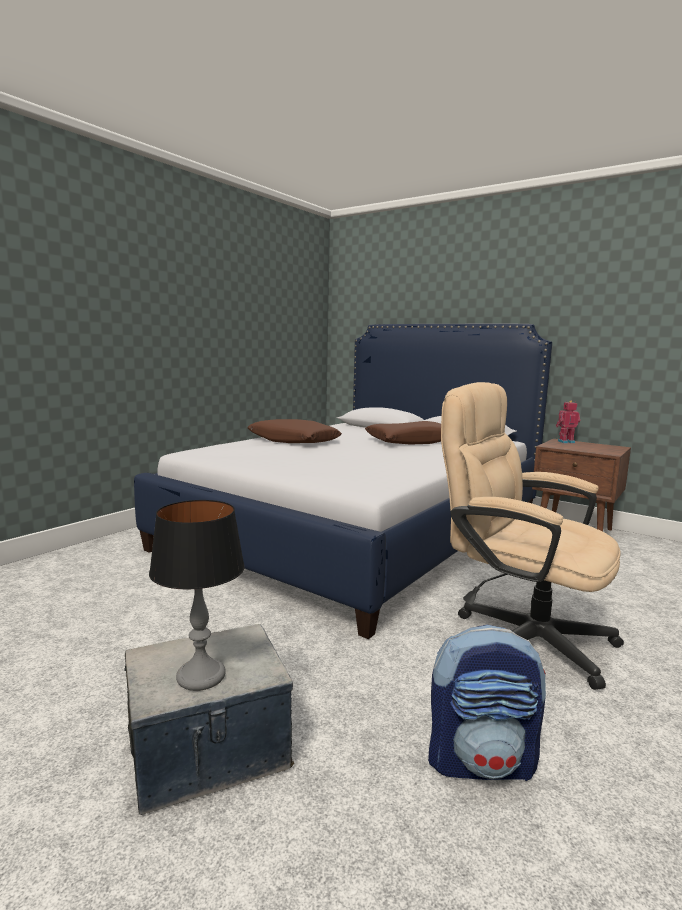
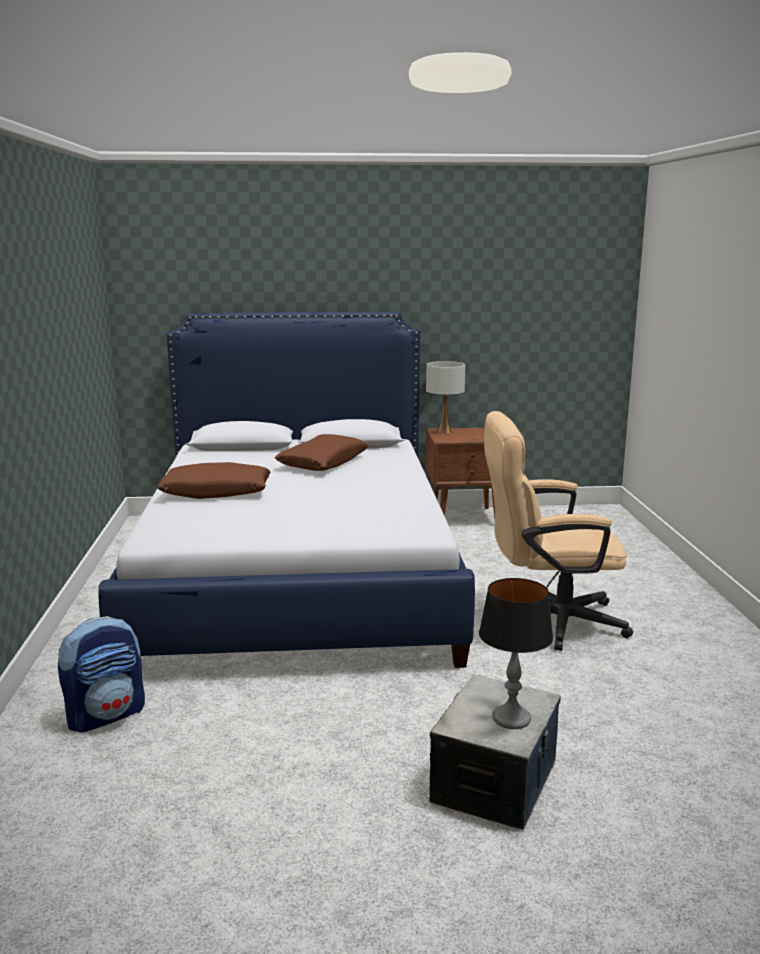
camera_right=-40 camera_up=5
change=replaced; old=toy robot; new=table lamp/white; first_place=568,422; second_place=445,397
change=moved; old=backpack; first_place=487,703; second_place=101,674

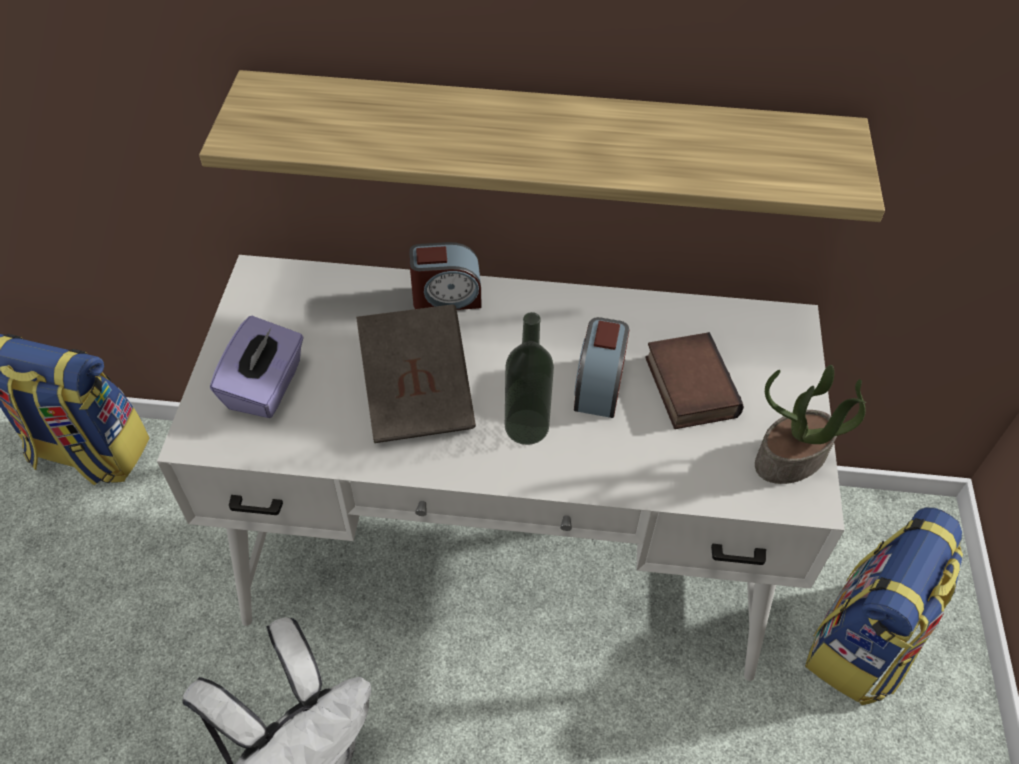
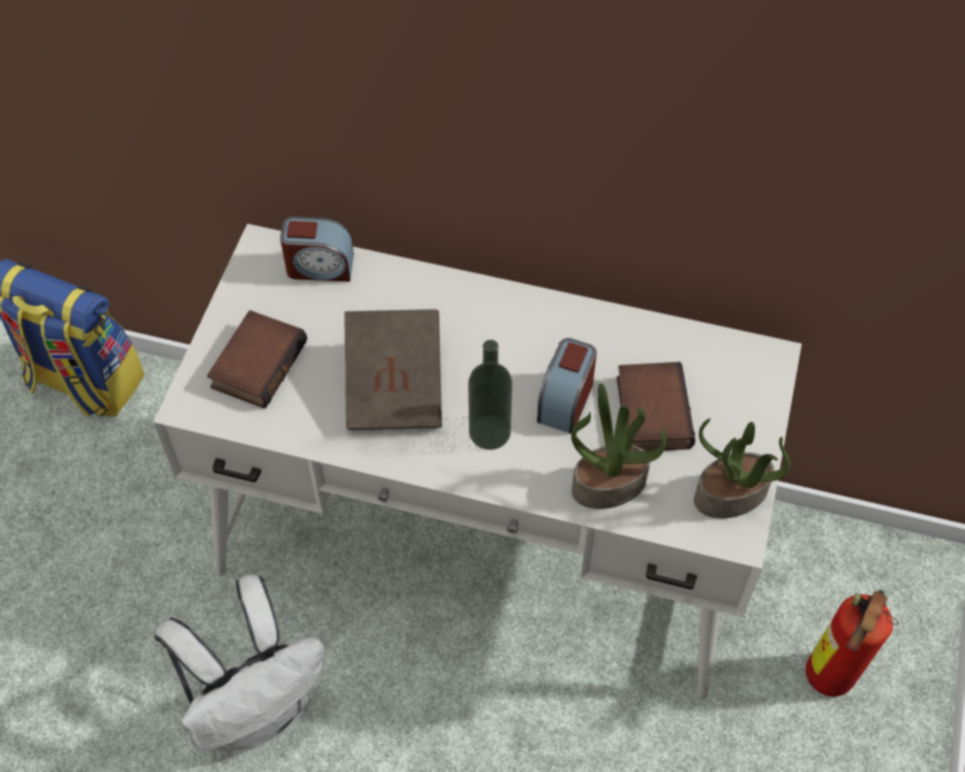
camera_right=10 camera_up=5
change=removed; old=shelf; first_place=542,146
change=moved; old=alarm clock; first_place=445,276; second_place=317,249
change=replaced; old=tissue box/purple; new=book; first_place=257,367; second_place=257,359
change=replaced; old=backpack; new=fire extinguisher; first_place=884,606; second_place=852,643
change=added; new=potted plant; second_place=618,446

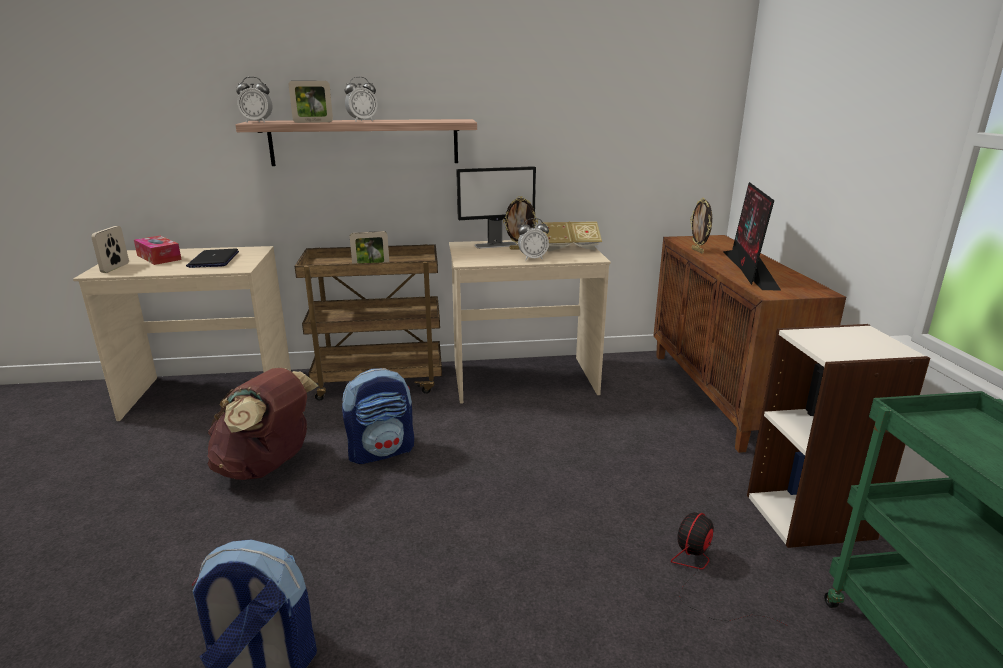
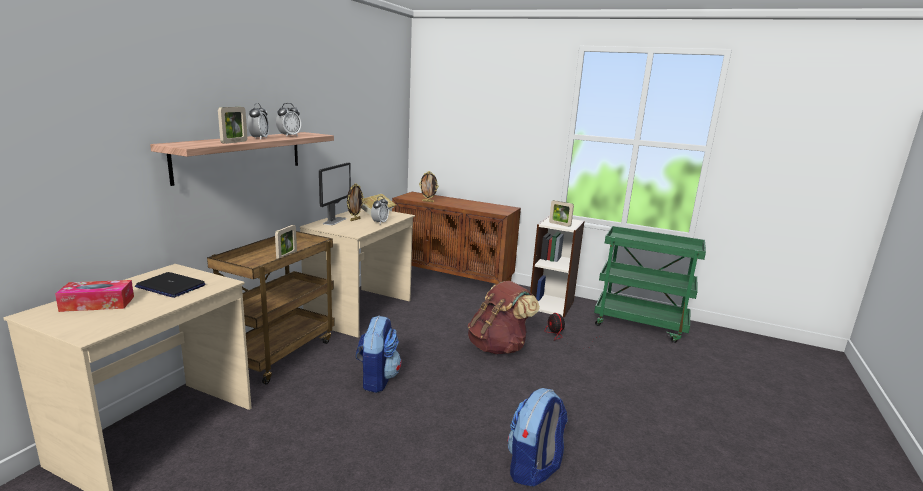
camera_right=-60 camera_up=-5
change=moved; old=alarm clock; first_place=254,100; second_place=288,120
change=removed; old=monitor; first_place=752,236
change=moved; old=picture frame; first_place=110,249; second_place=561,213
change=moved; old=backpack/brown; first_place=262,424; second_place=504,317

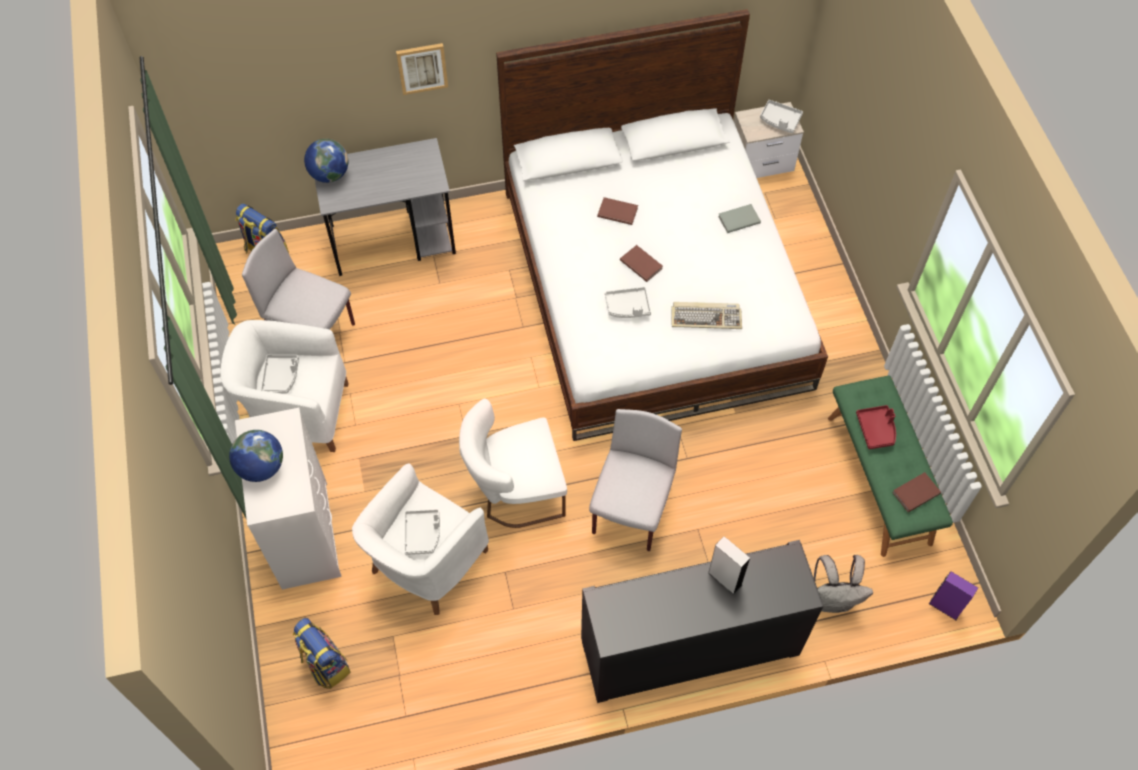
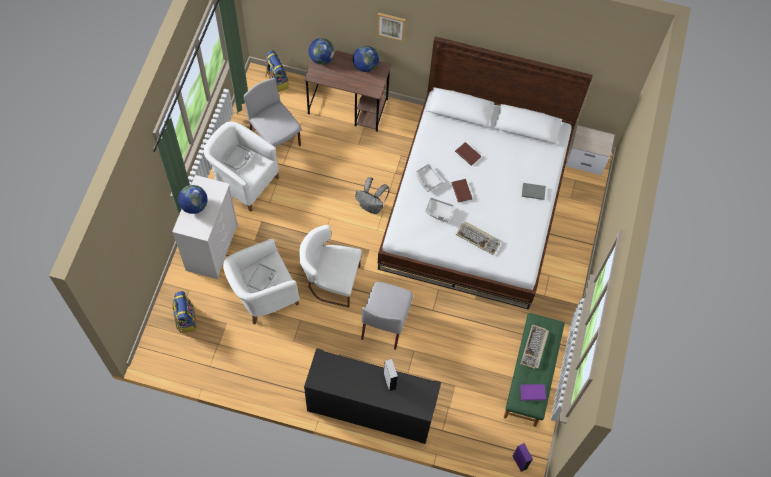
camera_right=25 camera_up=5
change=moved; old=tray/grey; first_place=781,116; second_place=429,178
change=recoloured; old=desk/grey; new=desk/brown; first_place=385,207; second_place=347,91
change=replaced; old=tray/red; new=keyboard; first_place=876,427; second_place=535,347
change=turned; old=chair/grey; first_place=635,480; second_place=387,316; degrees=150
change=recoloured; old=book/brown; new=book/purple; first_place=916,492; second_place=533,392
change=moved; old=backpack/grey; first_place=843,584; second_place=372,195
change=added; new=globe; second_place=366,59

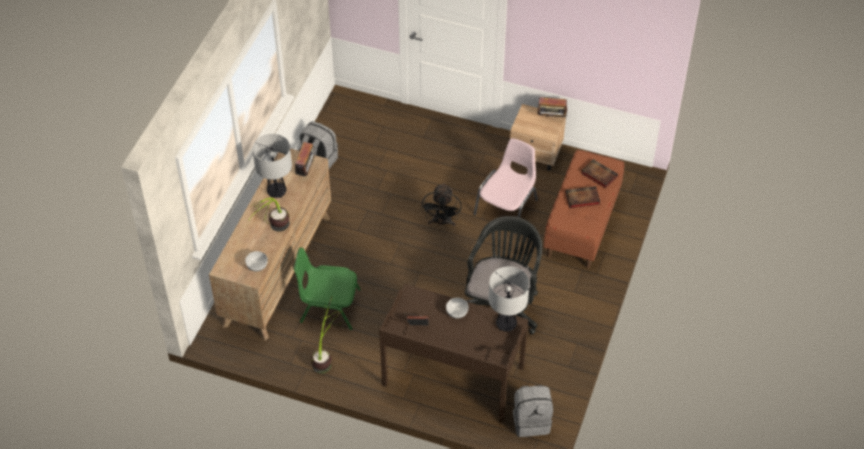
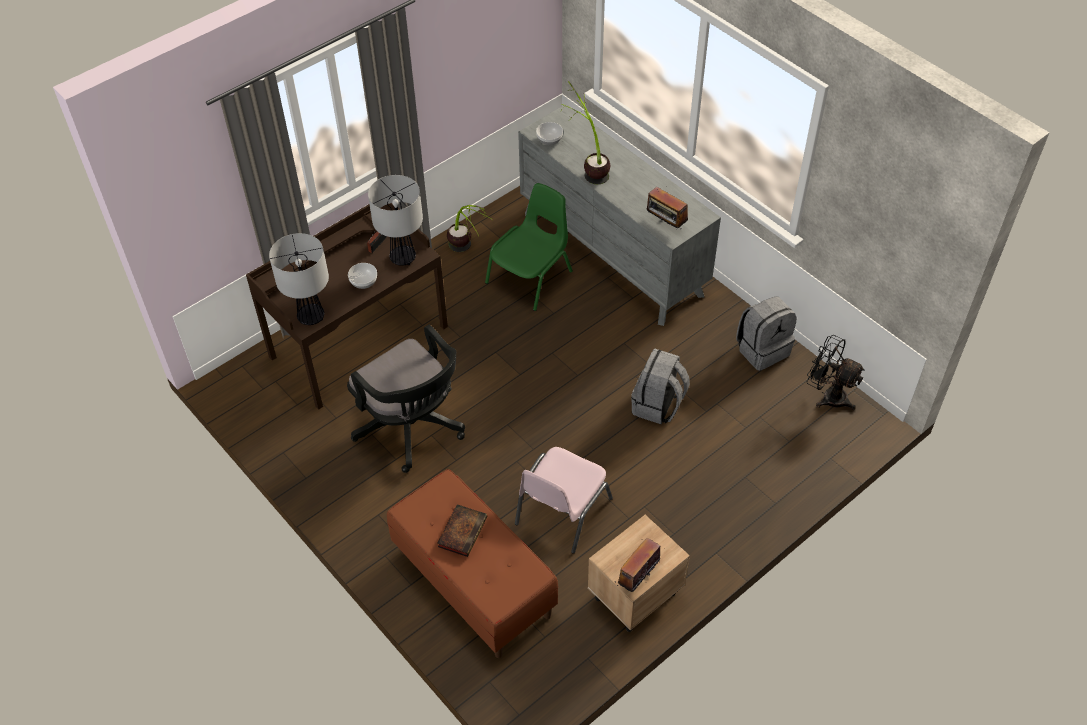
camera_right=120 camera_up=0
change=moved; old=table lamp; first_place=272,166; second_place=395,220
change=turned; old=chair/pink; first_place=505,186; second_place=564,500; degrees=60
change=recoloured; old=dresser/brown; new=dresser/grey; first_place=270,244; second_place=619,215
change=removed; old=book; first_place=599,173
change=moved; old=fan/black; first_place=441,205; second_place=836,372
change=moved; old=backpack/grey; first_place=533,411; second_place=660,386

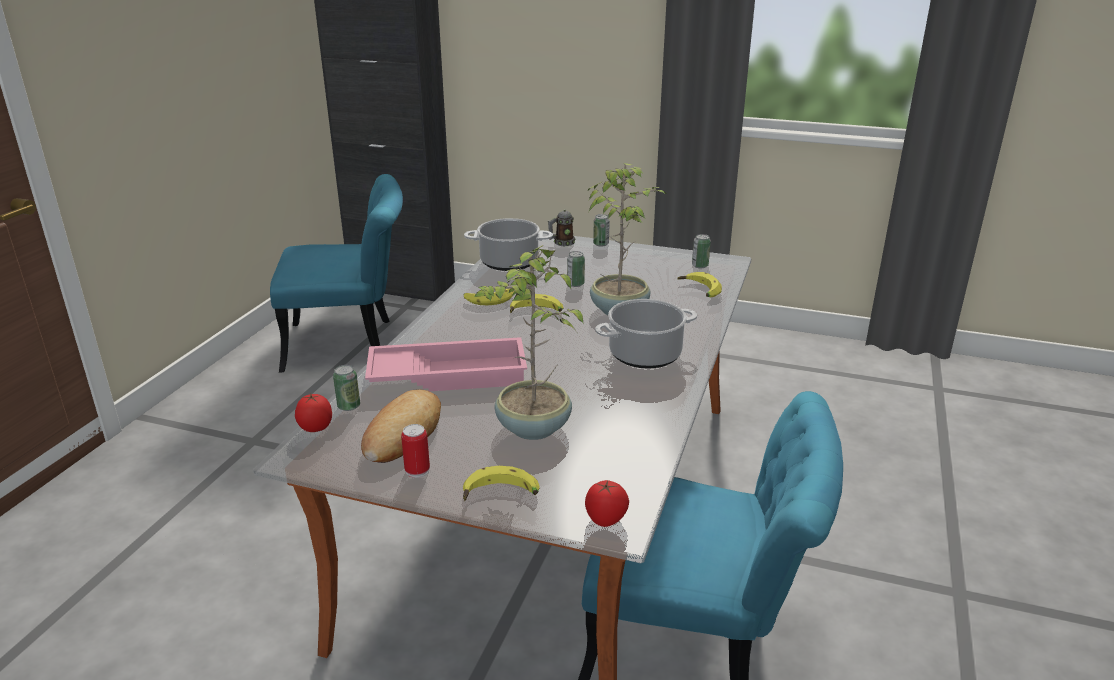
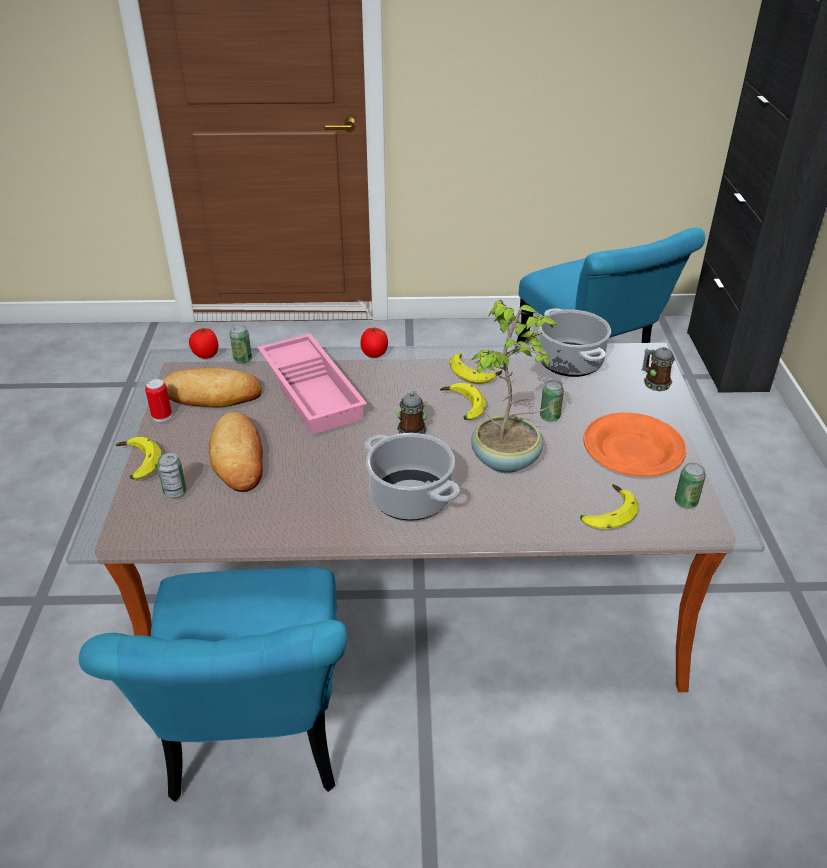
camera_right=70 camera_up=10
change=moved; old=can; first_place=601,230; second_place=171,475
change=replaced; old=potted plant; new=bread; first_place=529,342; second_place=236,452
change=moved; old=tomato; first_place=607,503; second_place=374,342
change=added; new=mug; second_place=412,412
change=added; new=plate/orange; second_place=634,445

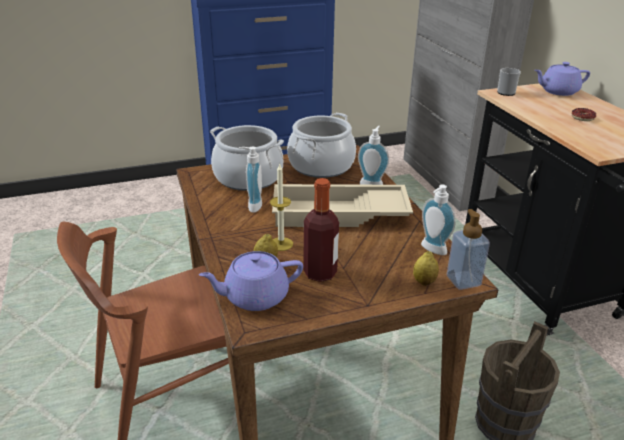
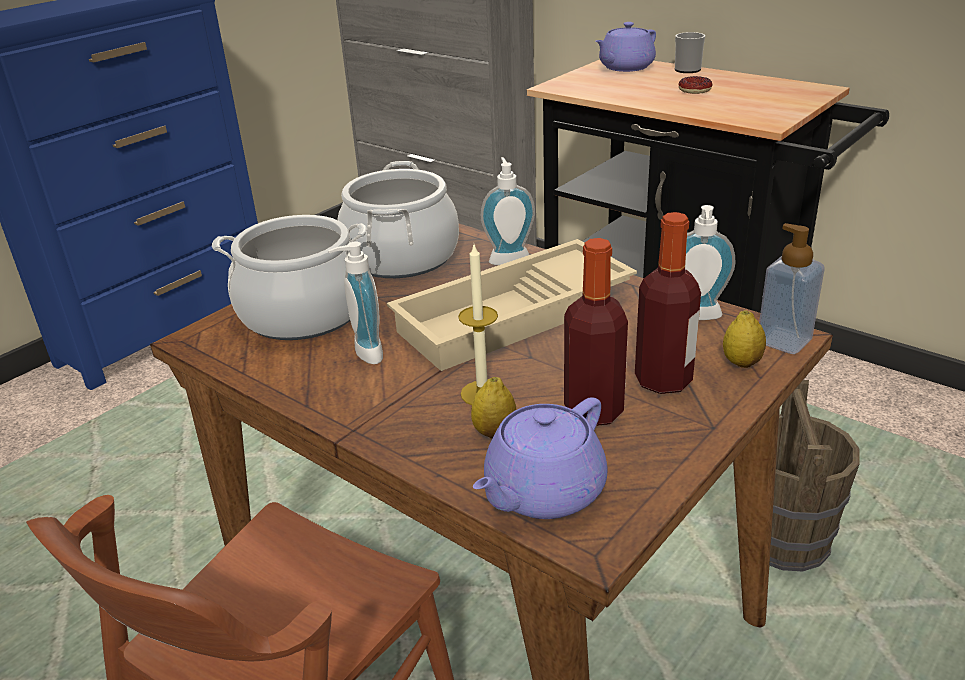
camera_right=-30 camera_up=0
change=moved; old=mug; first_place=509,82; second_place=690,52
change=added; new=bottle; second_place=668,303

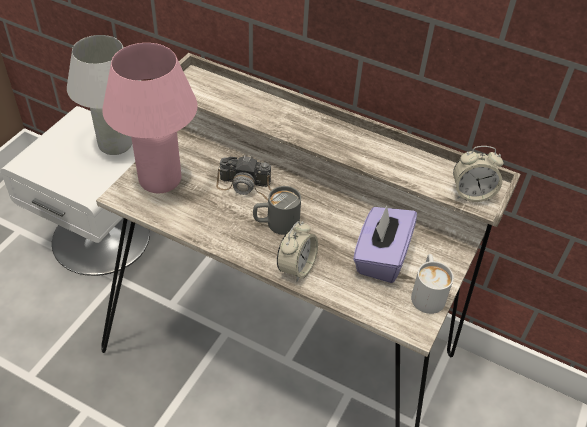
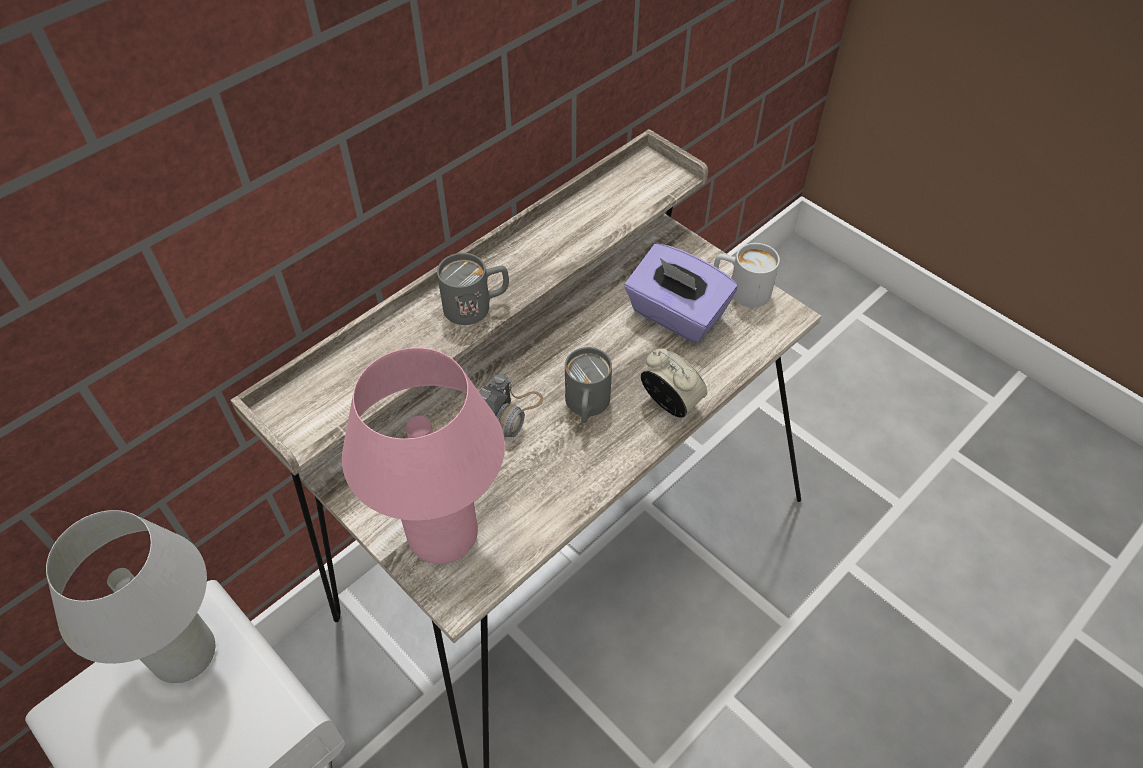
camera_right=-70 camera_up=5
change=removed; old=alarm clock; first_place=478,174
change=added; new=mug/grey; second_place=473,289

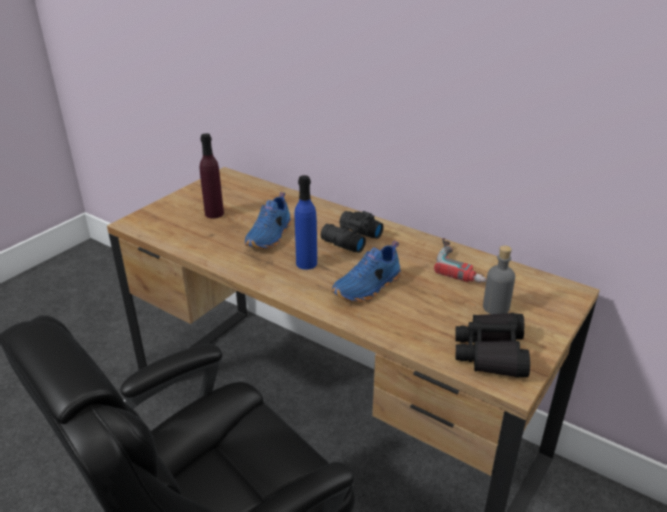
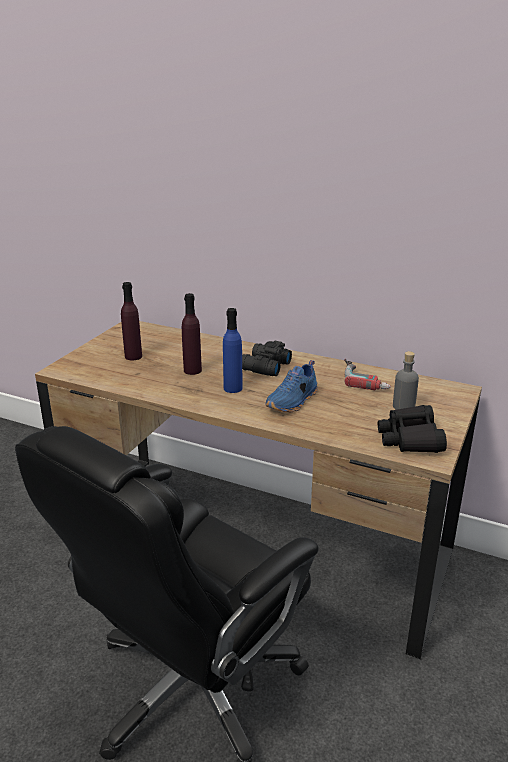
camera_right=-10 camera_up=-5
change=replaced; old=shoe/blue; new=bottle/purple; first_place=268,220; second_place=192,334

